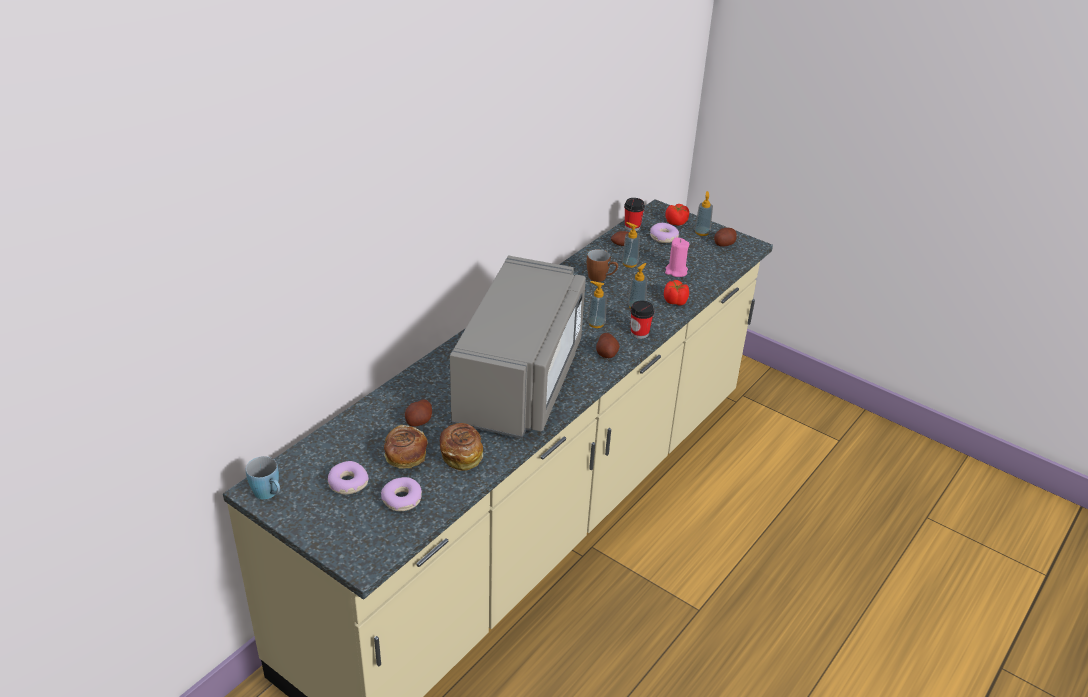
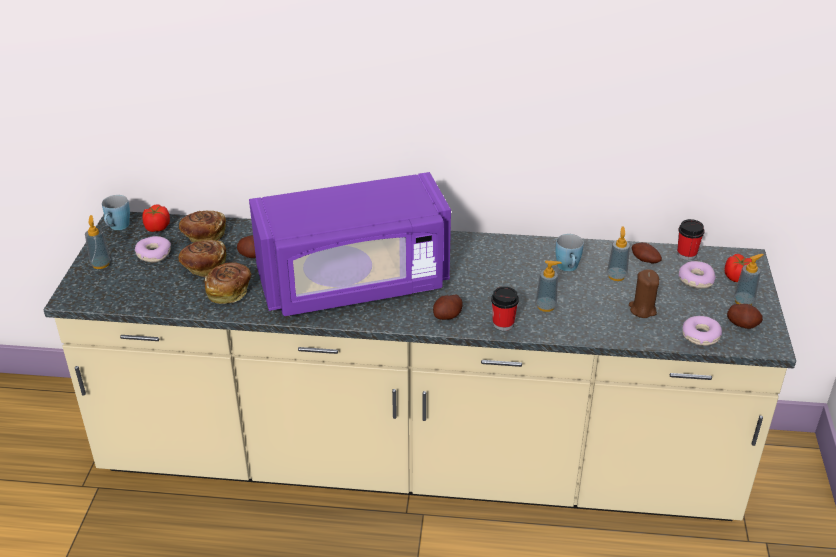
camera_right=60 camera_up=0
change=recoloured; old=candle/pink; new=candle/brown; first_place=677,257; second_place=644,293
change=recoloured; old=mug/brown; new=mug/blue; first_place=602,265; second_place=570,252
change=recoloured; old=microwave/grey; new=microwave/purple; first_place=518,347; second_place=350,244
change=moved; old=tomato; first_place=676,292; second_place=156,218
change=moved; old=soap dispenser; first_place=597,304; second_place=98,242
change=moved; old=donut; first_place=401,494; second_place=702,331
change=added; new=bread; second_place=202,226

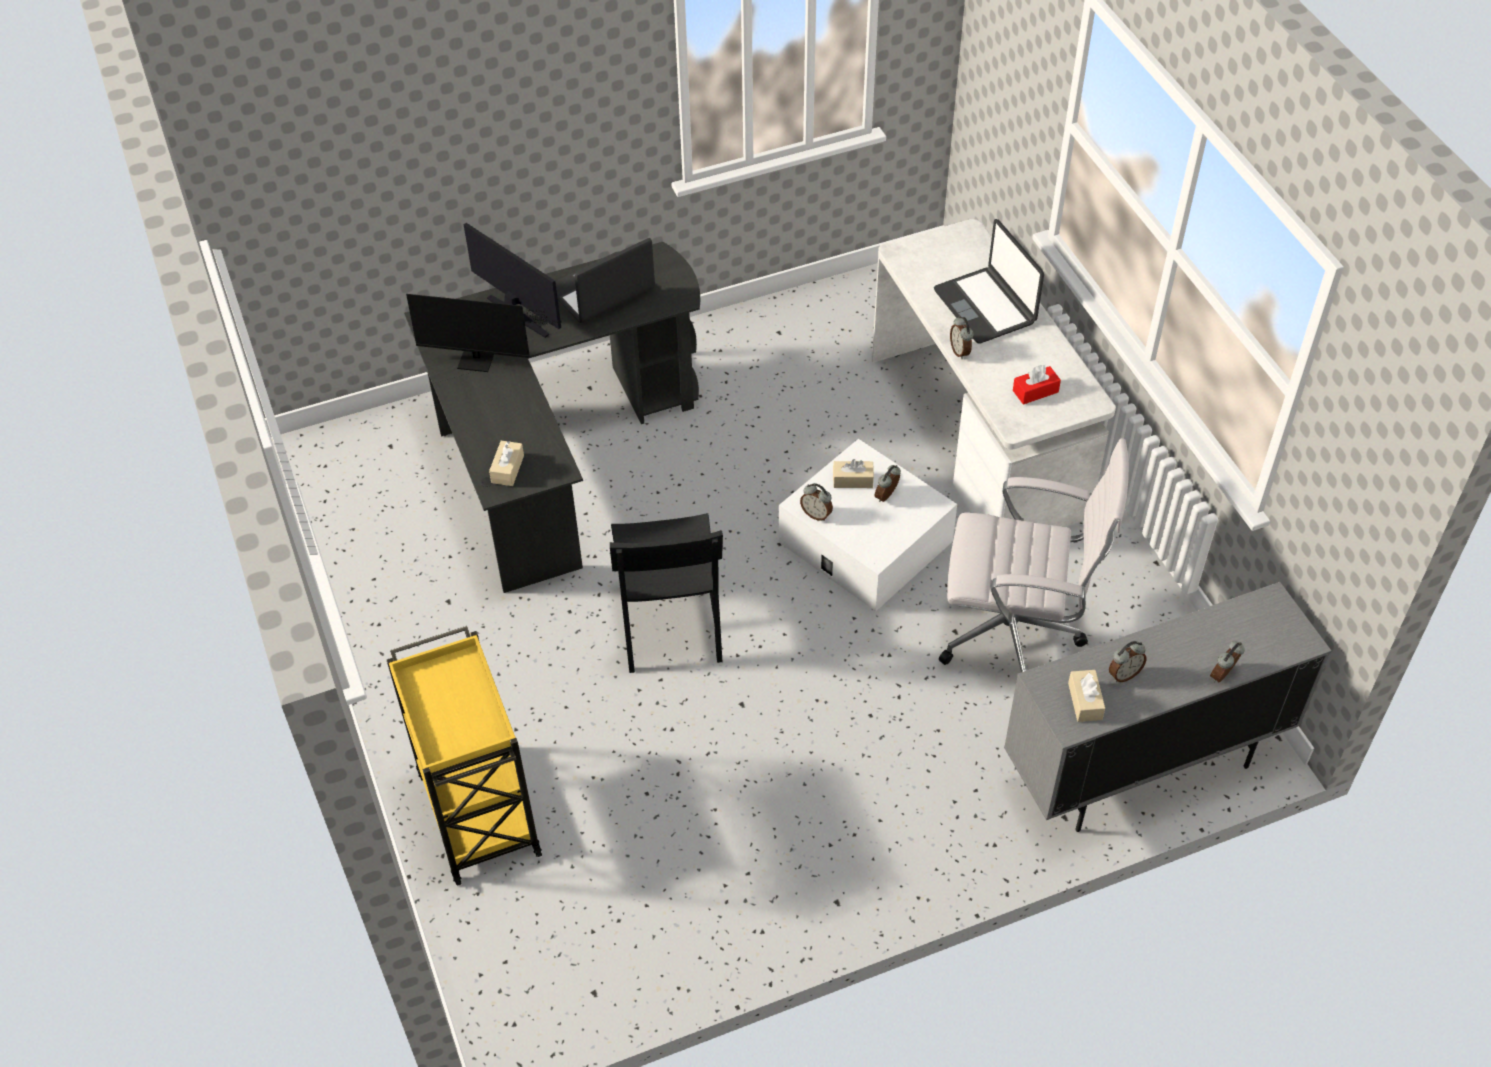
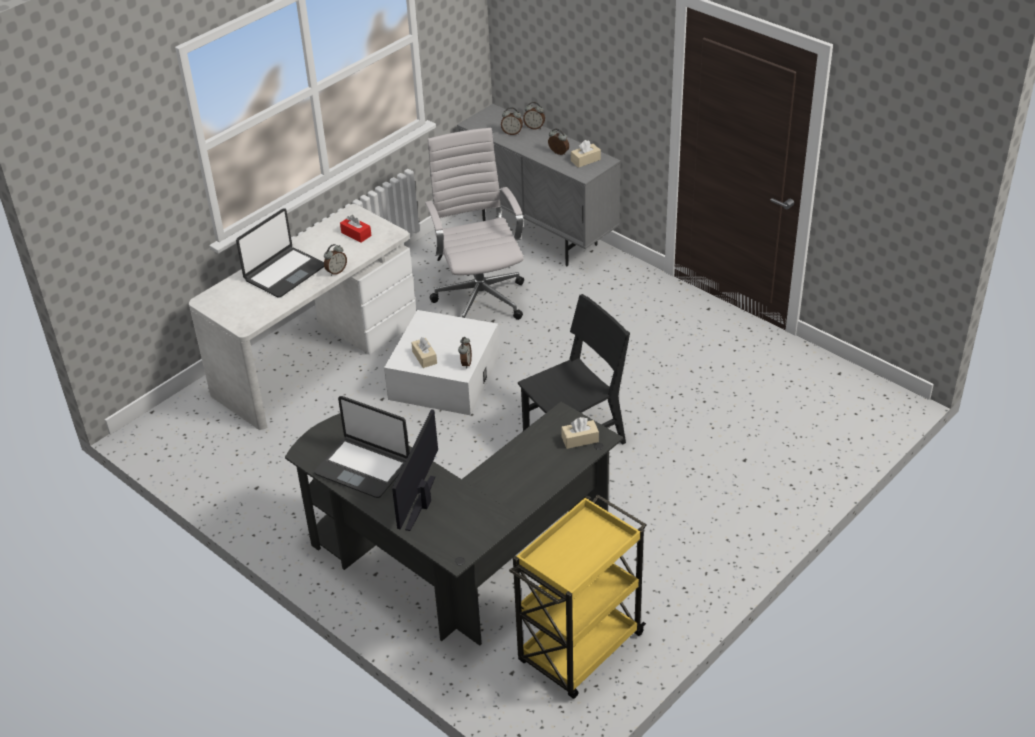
camera_right=-115 camera_up=-10
change=removed; old=monitor; first_place=484,333
change=moved; old=alarm clock; first_place=888,483; second_place=512,121
change=moved; old=cart/yellow; first_place=464,755; second_place=577,597

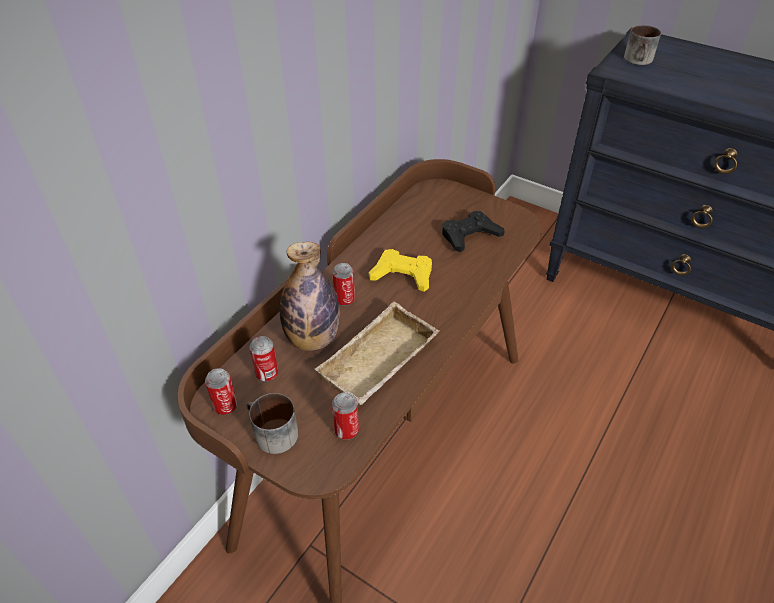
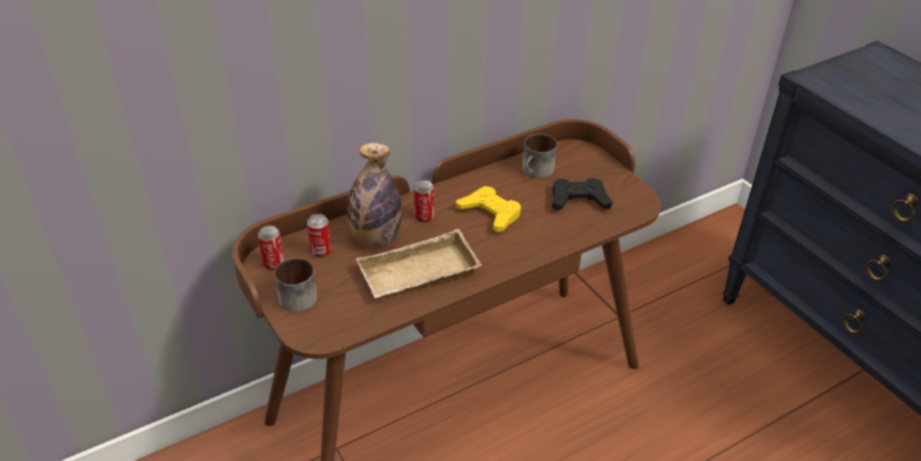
camera_right=25 camera_up=-5
change=moved; old=mug; first_place=642,45; second_place=539,156
change=removed; old=can; first_place=345,416

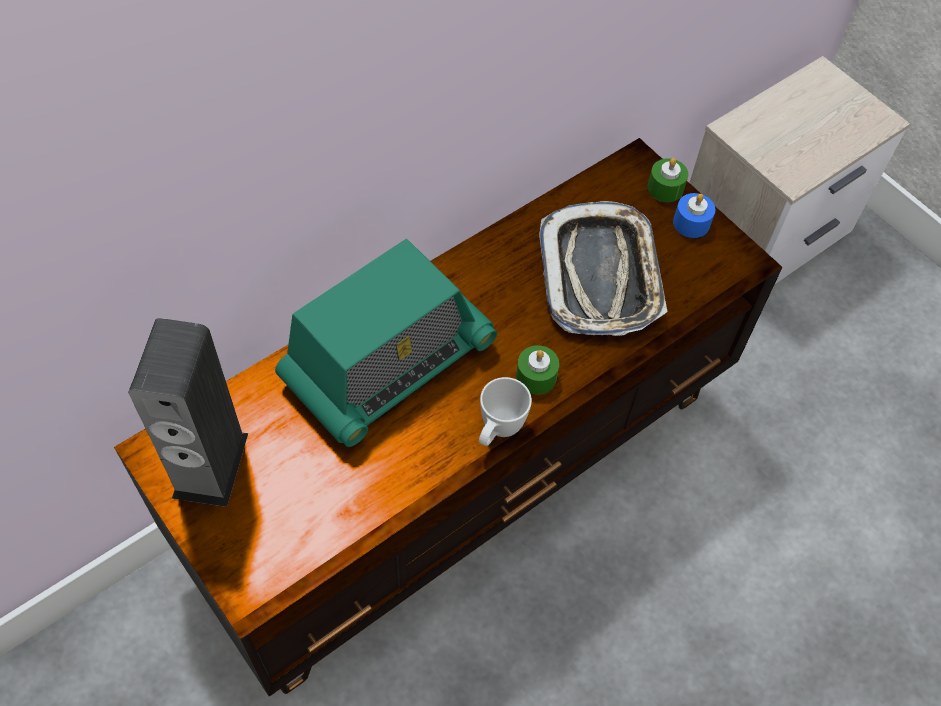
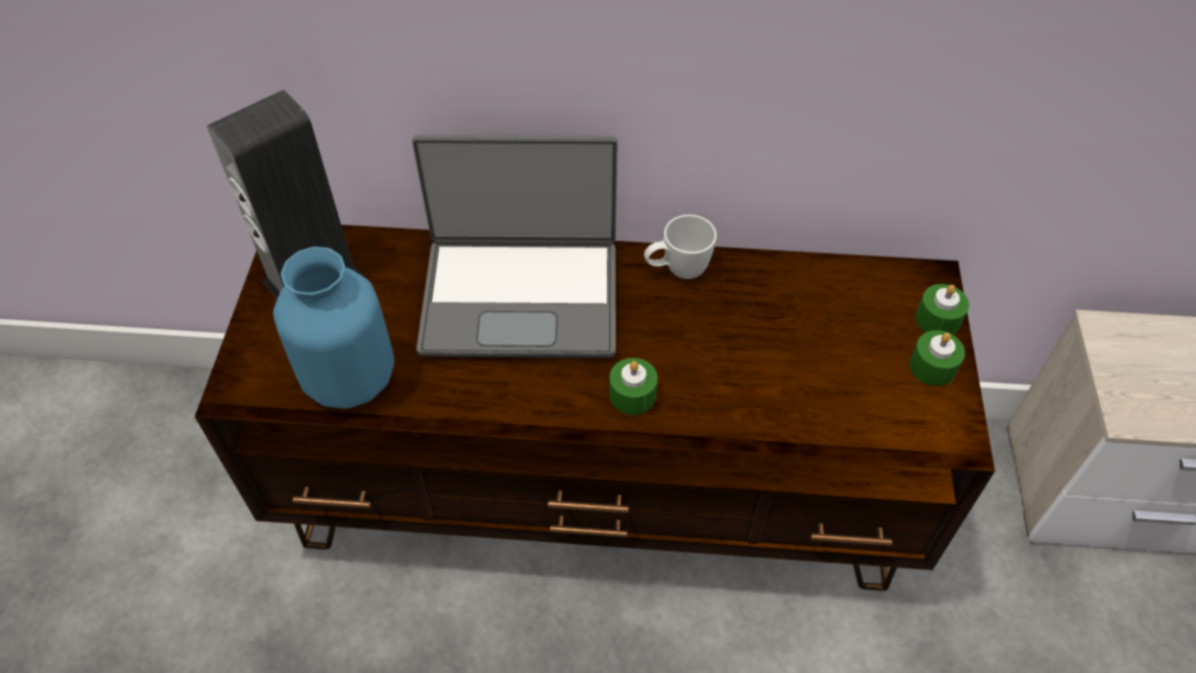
camera_right=45 camera_up=-5
change=recoloured; old=candle/blue; new=candle/green; first_place=694,215; second_place=937,358
change=removed; old=tray; first_place=603,268
change=replaced; old=radio; new=laptop; first_place=386,343; second_place=515,246
change=moved; old=mug/white; first_place=505,411; second_place=680,247
change=added; new=vase/blue; second_place=333,327

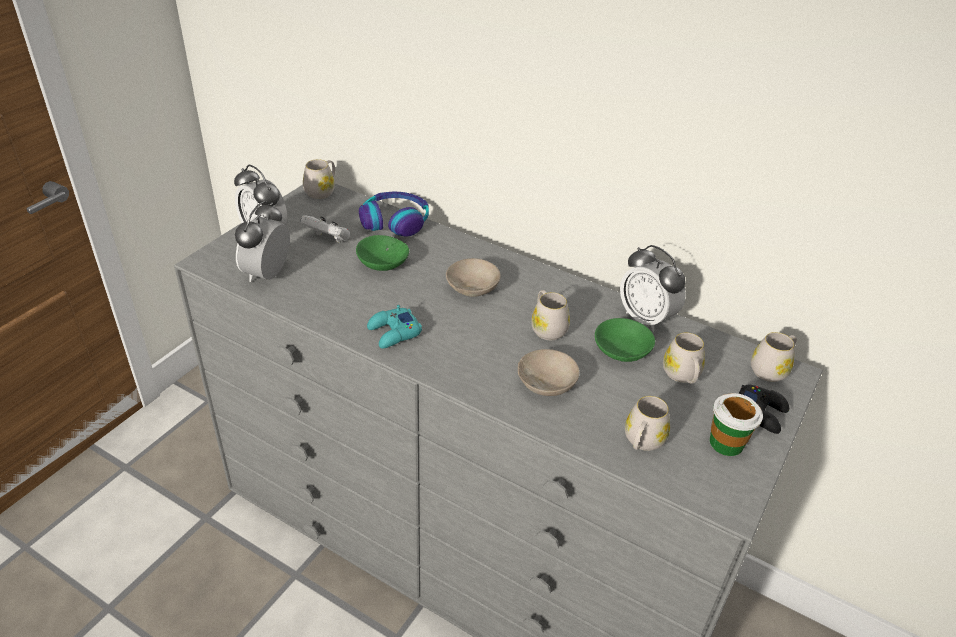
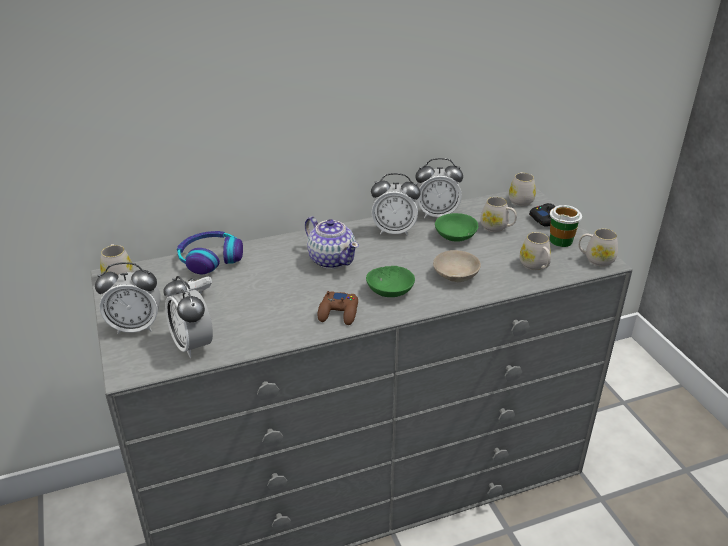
camera_right=-50 camera_up=-5
change=moved; old=bowl/green; first_place=382,253; second_place=390,281
change=replaced; old=bowl/beige; new=teapot; first_place=473,277; second_place=332,242
change=moved; old=mug/white; first_place=550,315; second_place=598,247
change=recoloured; old=game controller/turquoise; new=game controller/brown; first_place=394,327; second_place=338,308
change=added; new=alarm clock; second_place=396,204

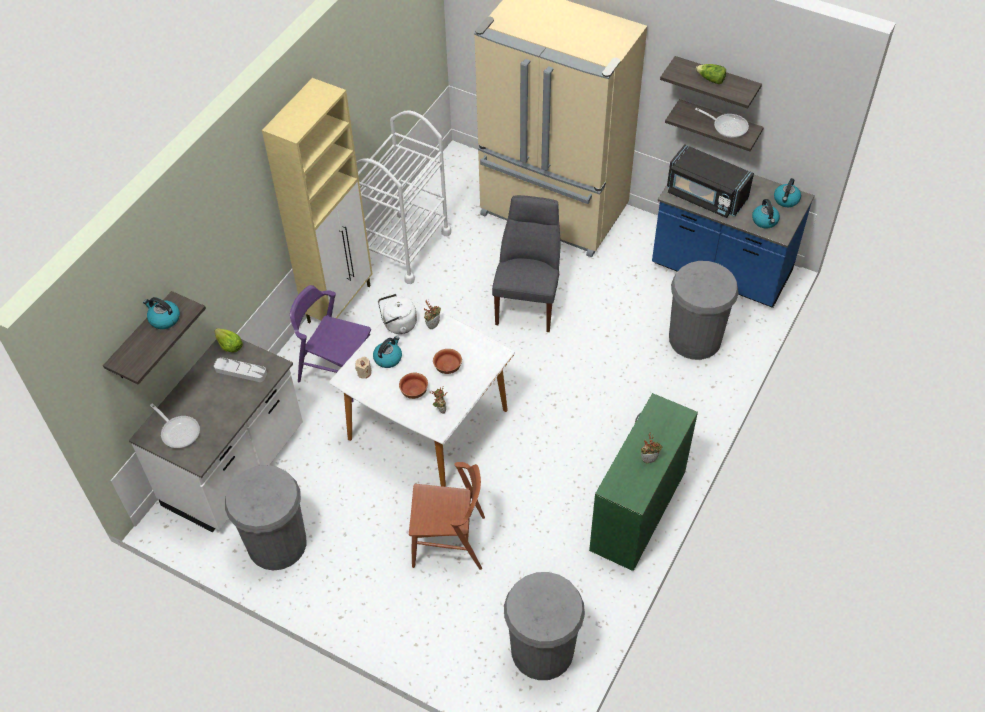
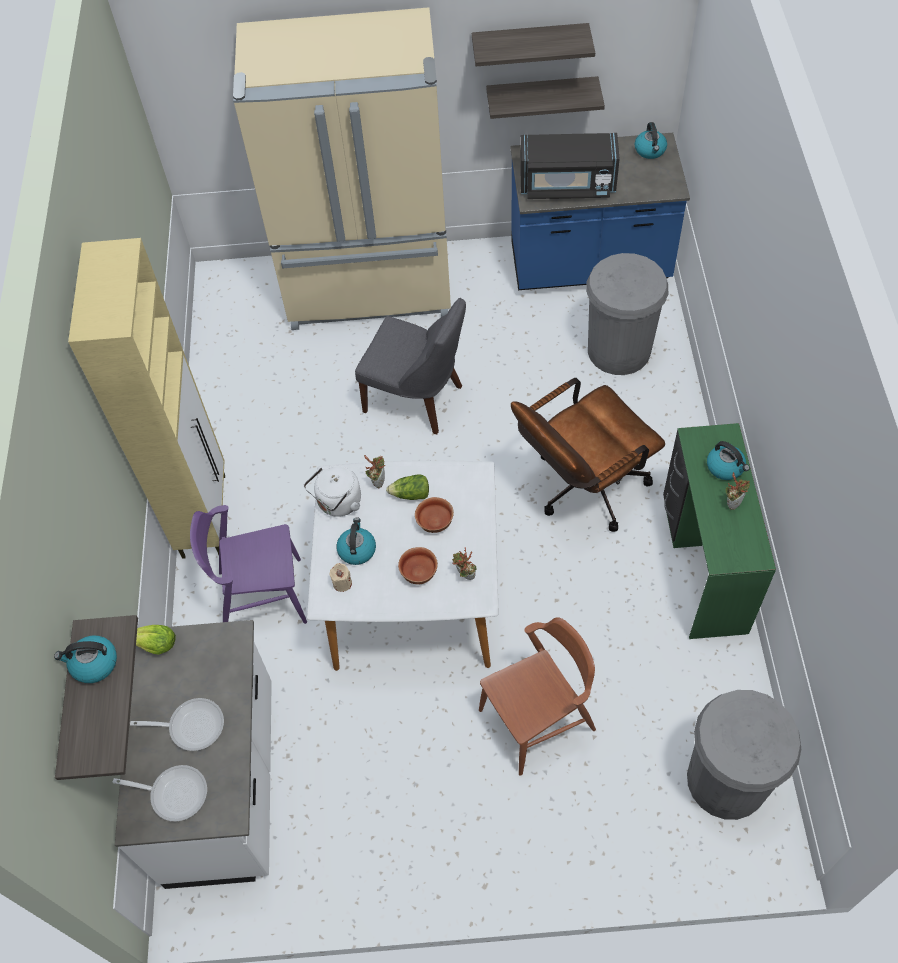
camera_right=-30 camera_up=5
change=moved; old=lettuce; first_place=711,74; second_place=407,487
change=moved; old=frying pan; first_place=722,123; second_place=177,724
change=removed; old=cart/white; first_place=403,197
change=turned; old=chair/grey; first_place=526,263; second_place=410,366; degrees=135
change=moved; old=kettle; first_place=766,213; second_place=728,460
change=removed; old=tray/grey; first_place=240,369
change=removed; old=trash can/grey; first_place=266,518
change=added; new=office chair/brown; second_place=588,455

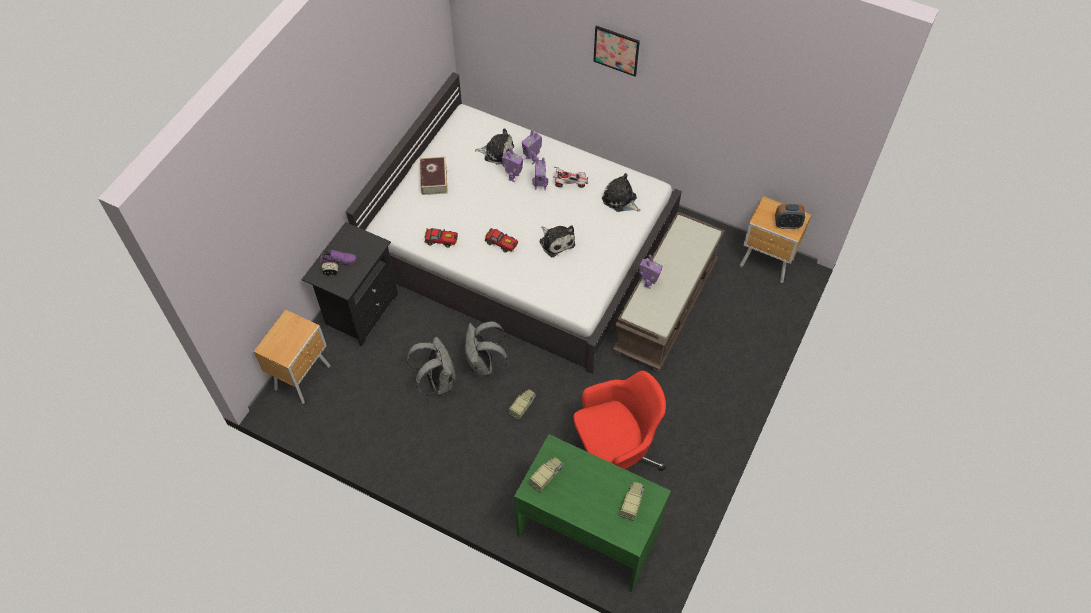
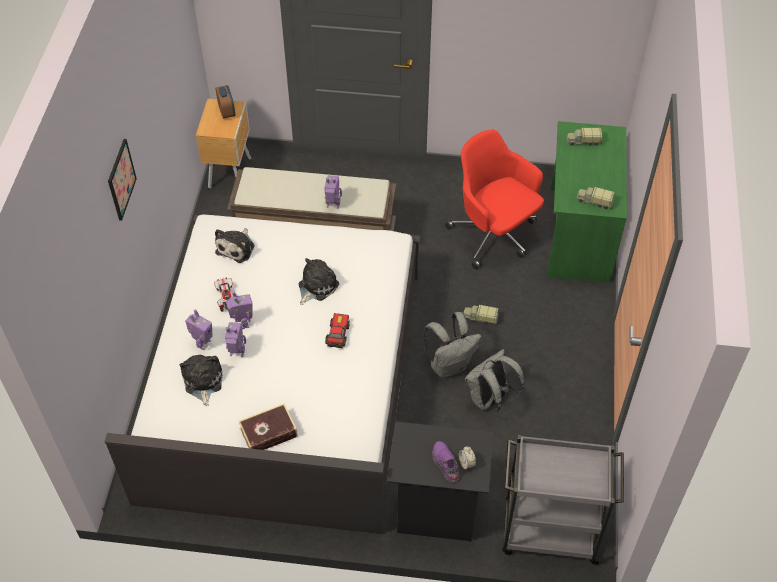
camera_right=-110 camera_up=-5
change=removed; old=toy car; first_place=441,238
change=replaced; old=nightstand/brown; new=cart/grey; first_place=291,356; second_place=563,500

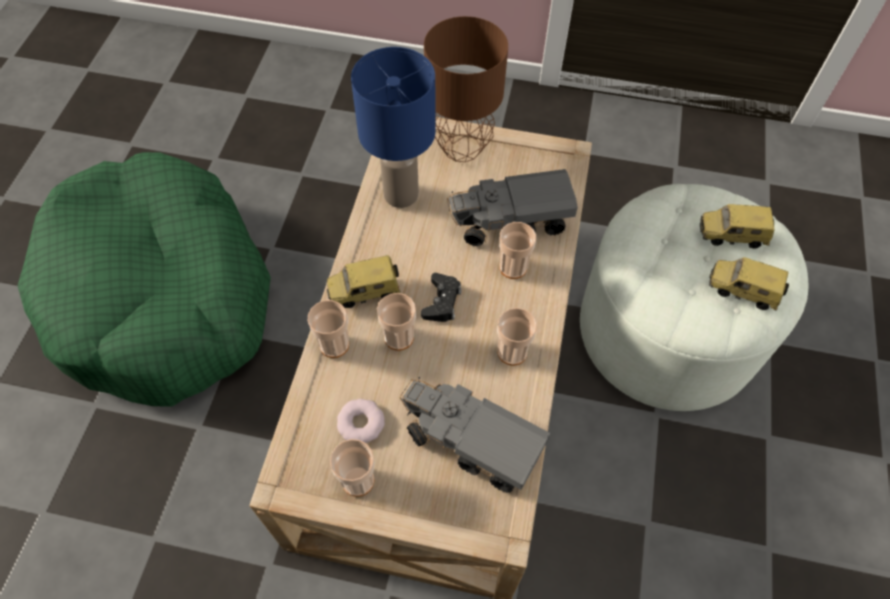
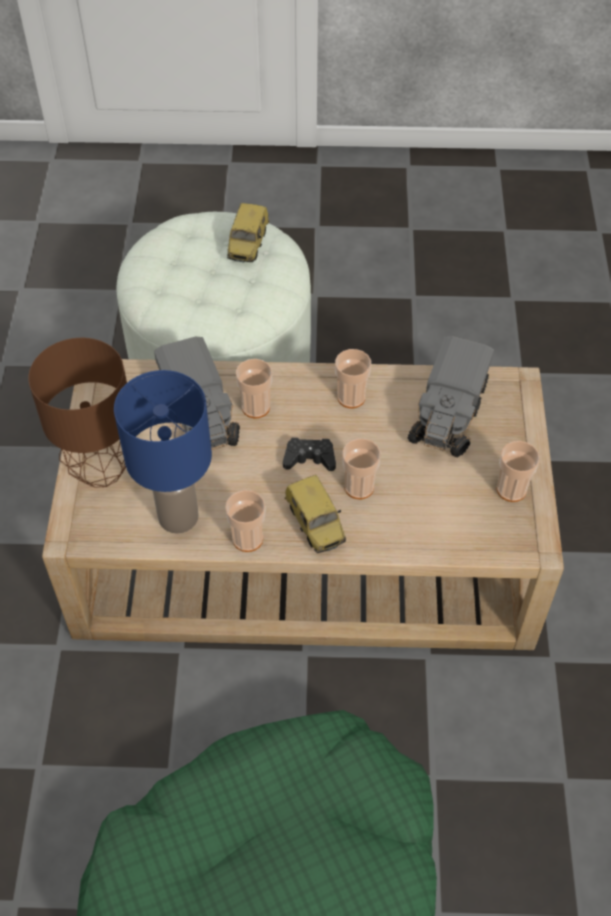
camera_right=-100 camera_up=-5
change=removed; old=toy car; first_place=737,226
change=moved; old=cup; first_place=328,329; second_place=245,521
change=removed; old=donut; first_place=361,420

